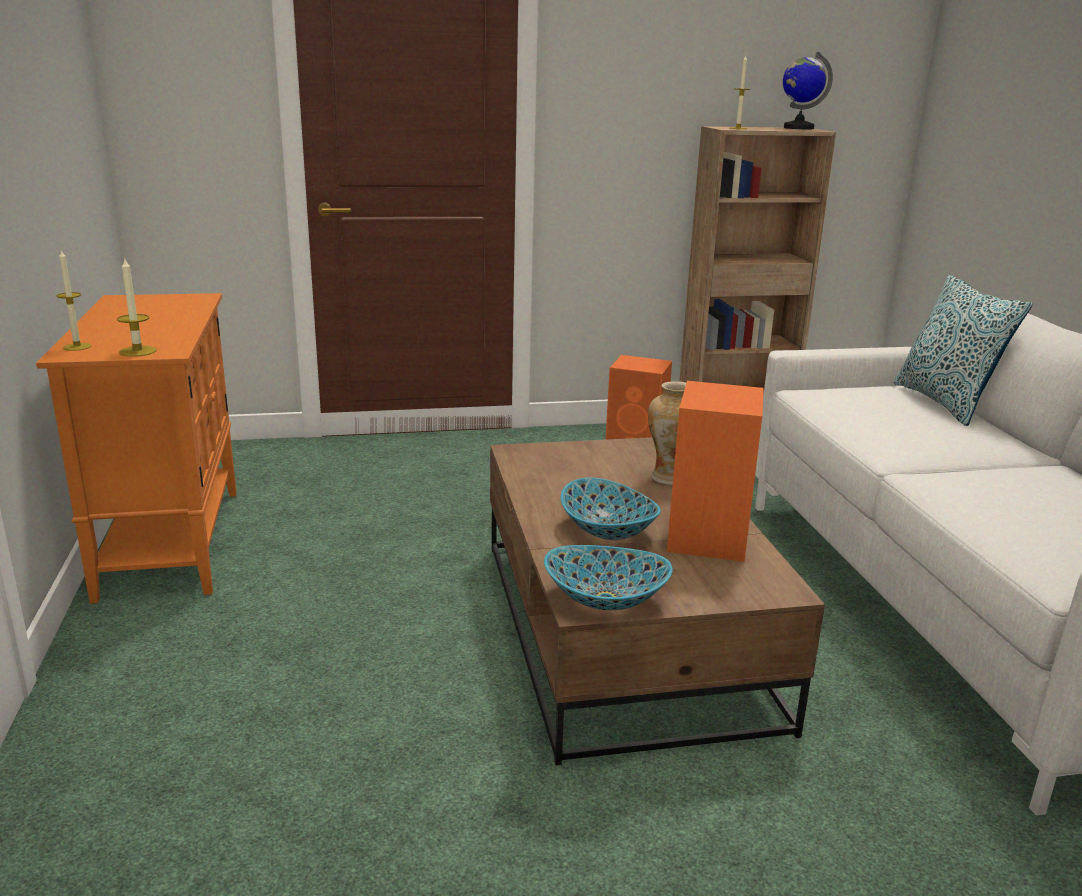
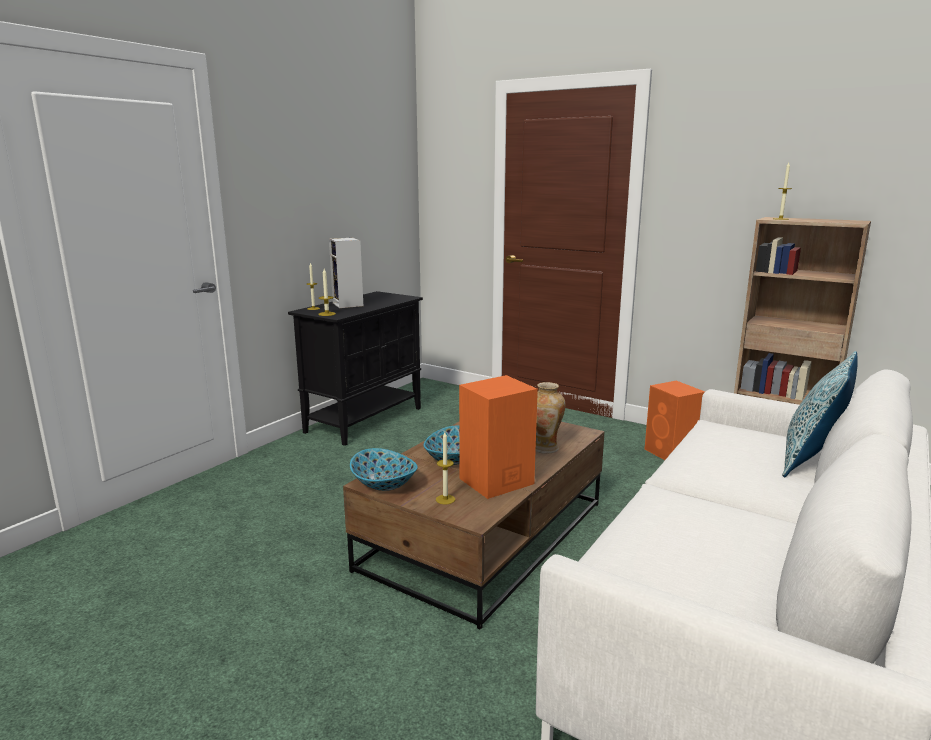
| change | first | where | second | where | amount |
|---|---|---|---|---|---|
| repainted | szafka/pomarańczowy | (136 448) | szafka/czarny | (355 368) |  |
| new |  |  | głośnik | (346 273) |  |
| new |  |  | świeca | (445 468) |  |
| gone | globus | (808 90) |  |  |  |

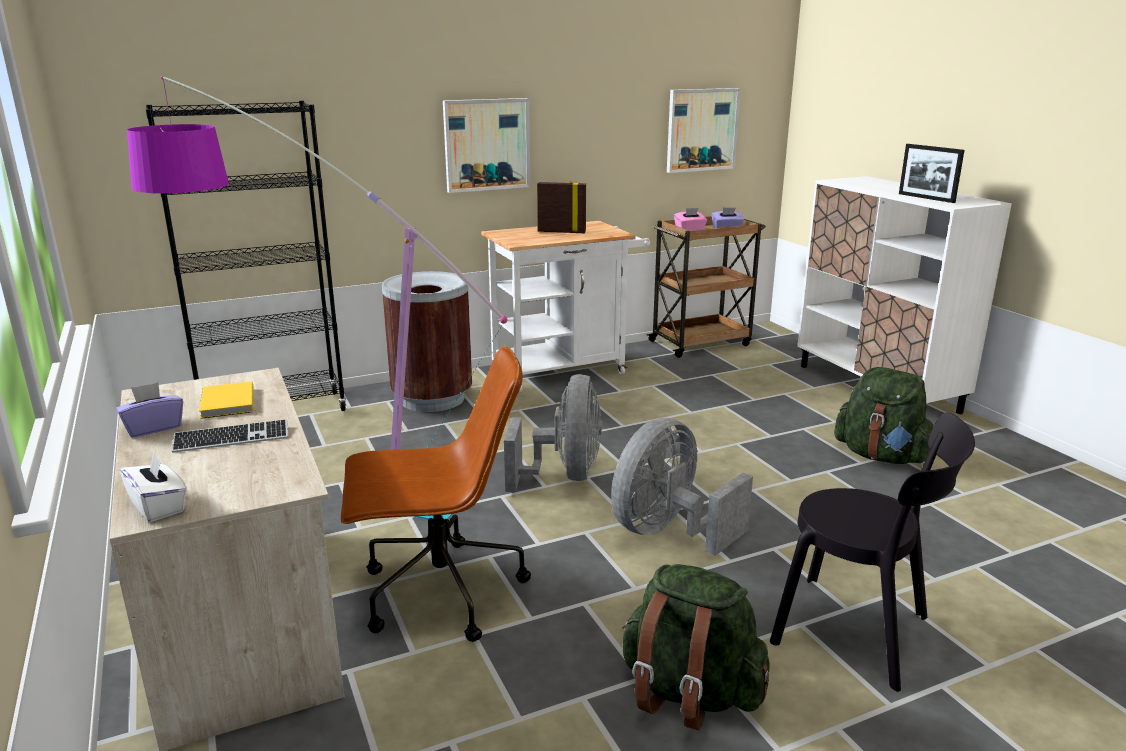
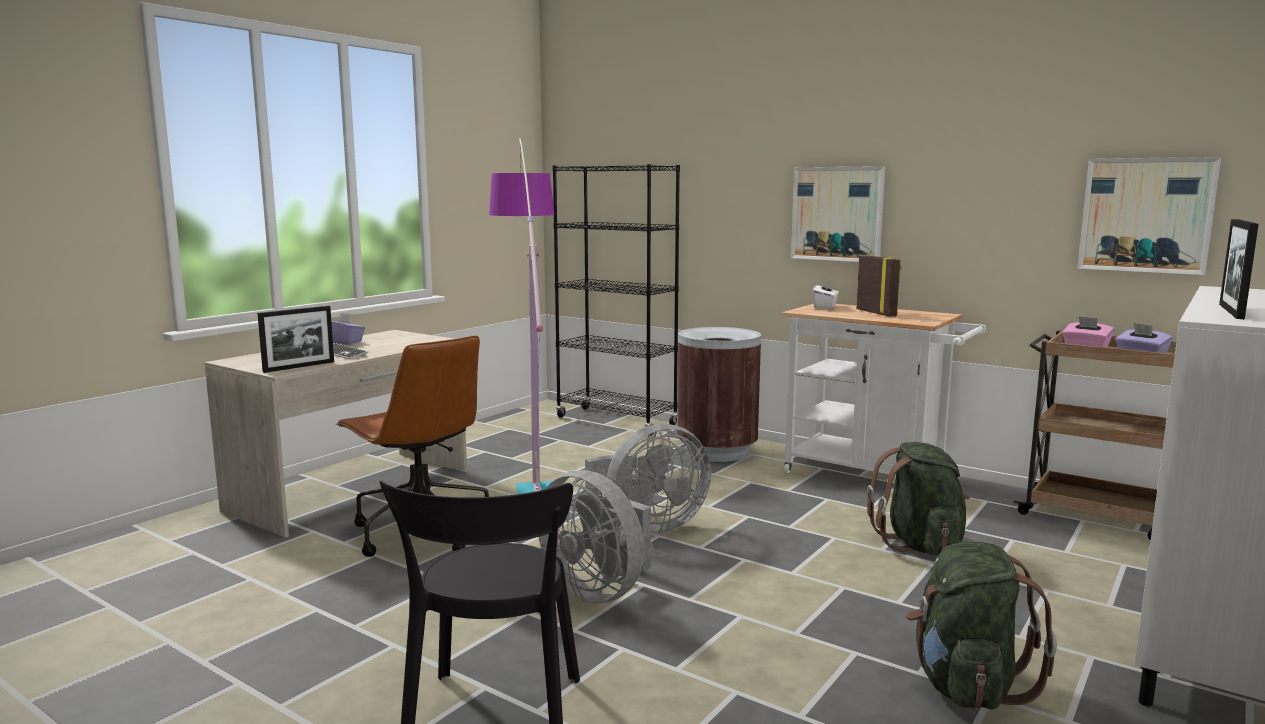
| change | first | where | second | where | amount |
|---|---|---|---|---|---|
| new |  |  | ramka na zdjęcie | (295 339) |  |
| rotated | wentylator/szary | (682 487) |  | (595 537) | 150 degrees counterclockwise |
| shifted | pudełko chusteczek/biały | (153 486) |  | (826 294) |  |
| shifted | plecak/zielony | (696 647) |  | (918 499) |  |
| gone | książka/żółty | (226 400) |  |  |  |

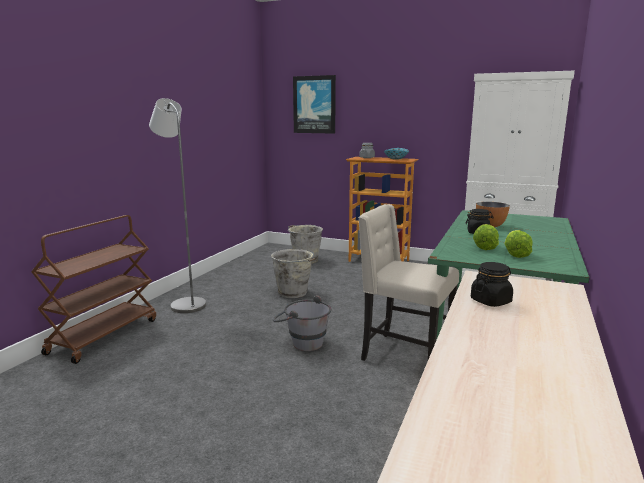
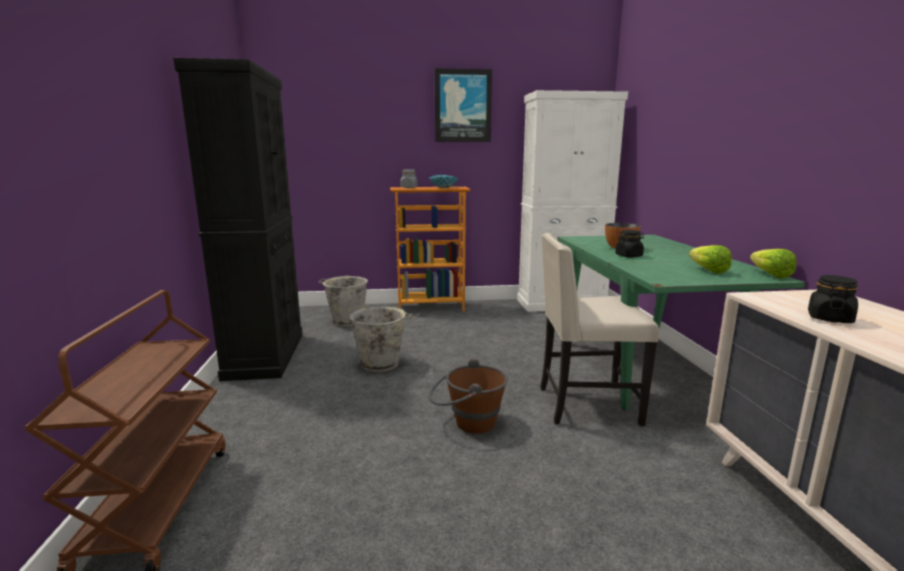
| change | first | where | second | where | amount |
|---|---|---|---|---|---|
| new |  |  | szafka/czarny | (238 219) |  |
| repainted | wiadro/szary | (301 323) | wiadro/brązowy | (468 396) |  |
| shifted | obraz | (314 104) |  | (463 105) |  |
| shifted | sałata | (486 237) |  | (773 264) |  |
| gone | lampa stojąca/szary | (177 205) |  |  |  |

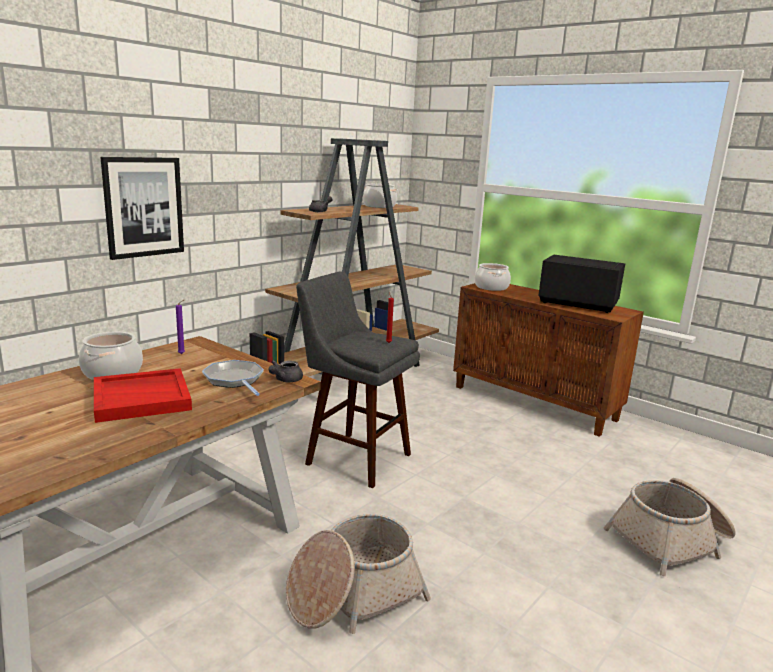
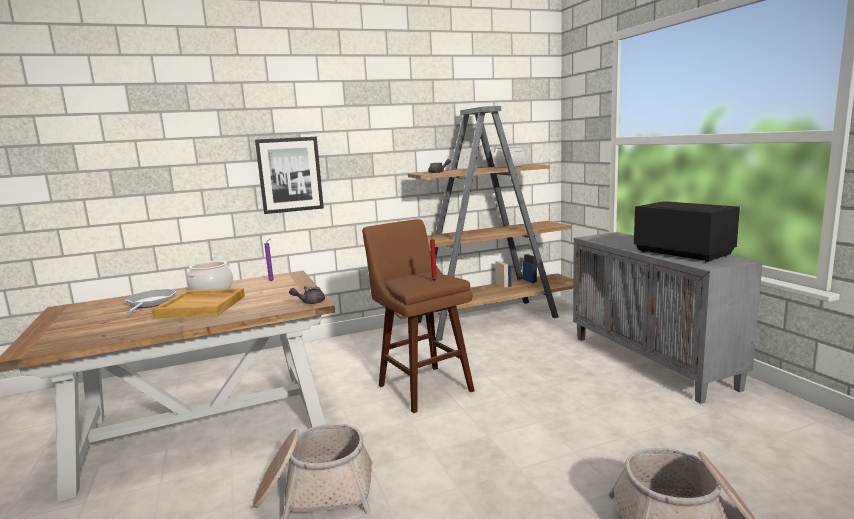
| change | first | where | second | where | amount |
|---|---|---|---|---|---|
| shifted | patelnia | (233 378) |  | (151 301) |  |
| repainted | taca/czerwony | (143 395) | taca/beżowy | (198 303) |  |
| repainted | stołek/szary | (358 379) | stołek/brązowy | (418 316) |  |
| repainted | szafka/brązowy | (548 360) | szafka/szary | (668 318) |  |
| gone | garnek | (493 277) |  |  |  |

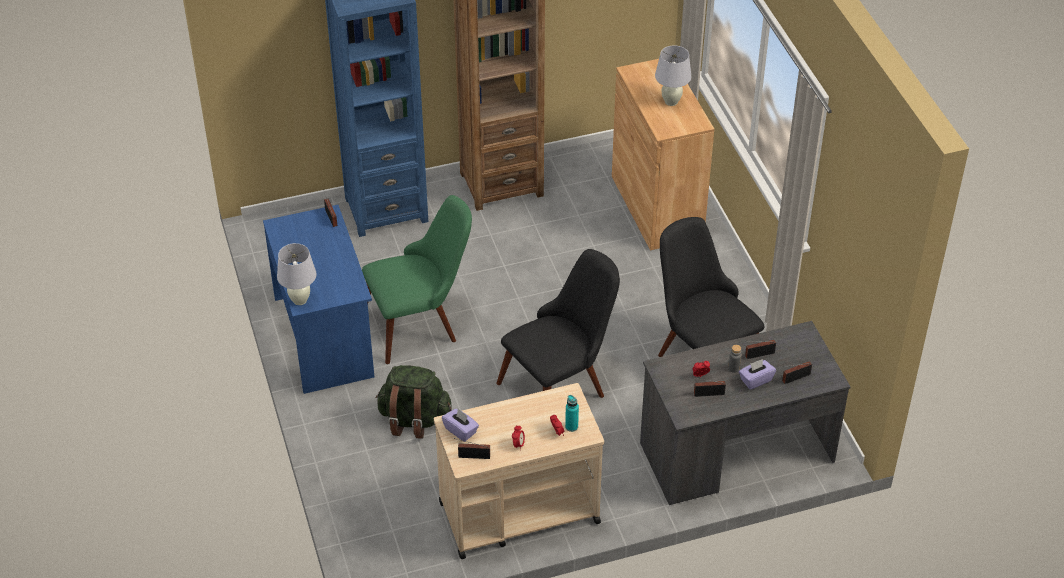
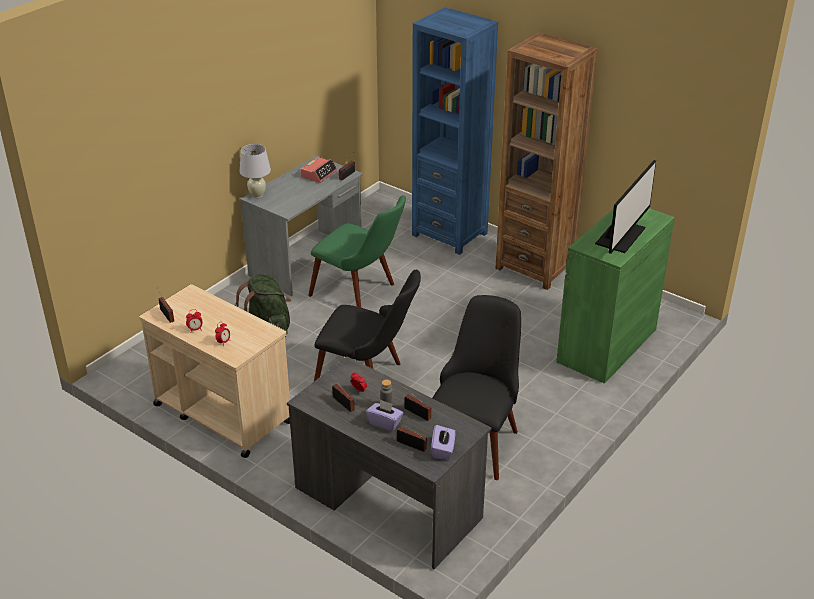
| change | first | where | second | where | amount |
|---|---|---|---|---|---|
| repainted | biurko/niebieski | (318 299) | biurko/szary | (301 225) |  |
| new |  |  | budzik | (318 170) |  |
| shifted | pudełko chusteczek/fioletowy | (460 425) |  | (443 442) |  |
| repainted | szafka/brązowy | (663 154) | szafka/zielony | (615 296) |  |
| swapped | lampa stołowa/biały | (673 75) | monitor | (625 207) |  |
| gone | butelka/turkusowy | (572 413) |  |  |  |

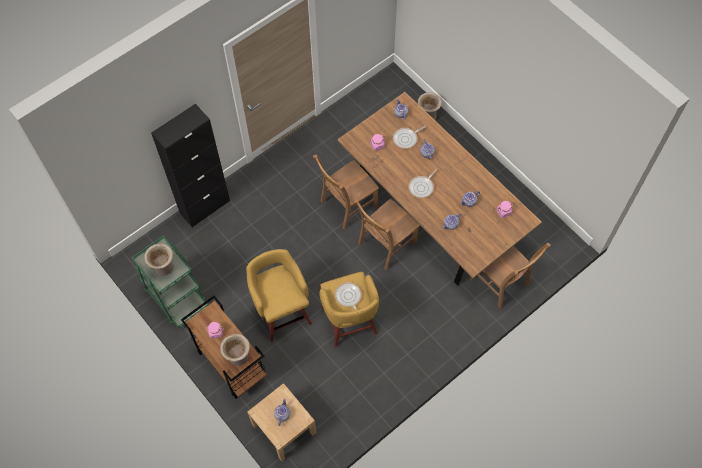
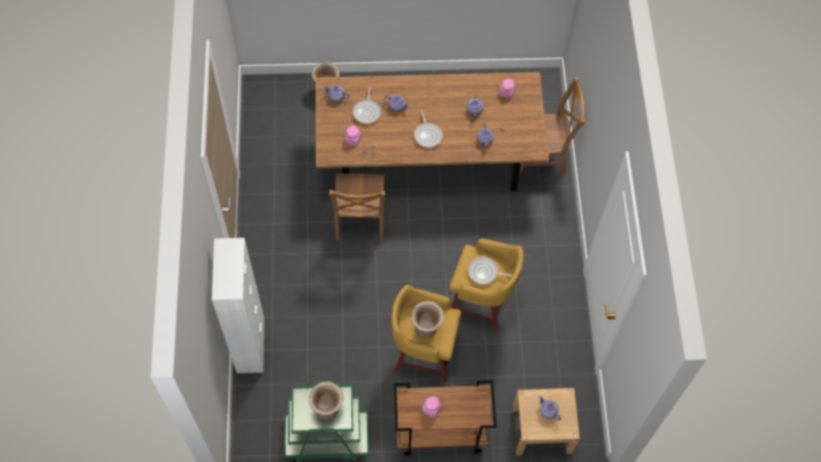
| change | first | where | second | where | amount |
|---|---|---|---|---|---|
| repainted | szafka/czarny | (190 166) | szafka/biały | (238 305) |  |
| shifted | wazon/beżowy | (235 350) |  | (427 319) |  |
| gone | krzesło/brązowy | (387 234) |  |  |  |

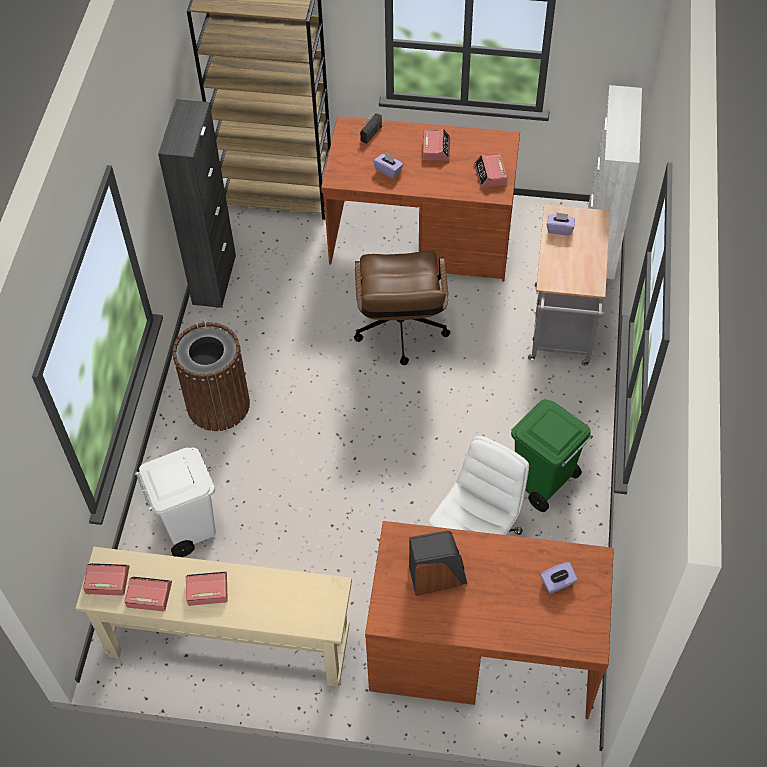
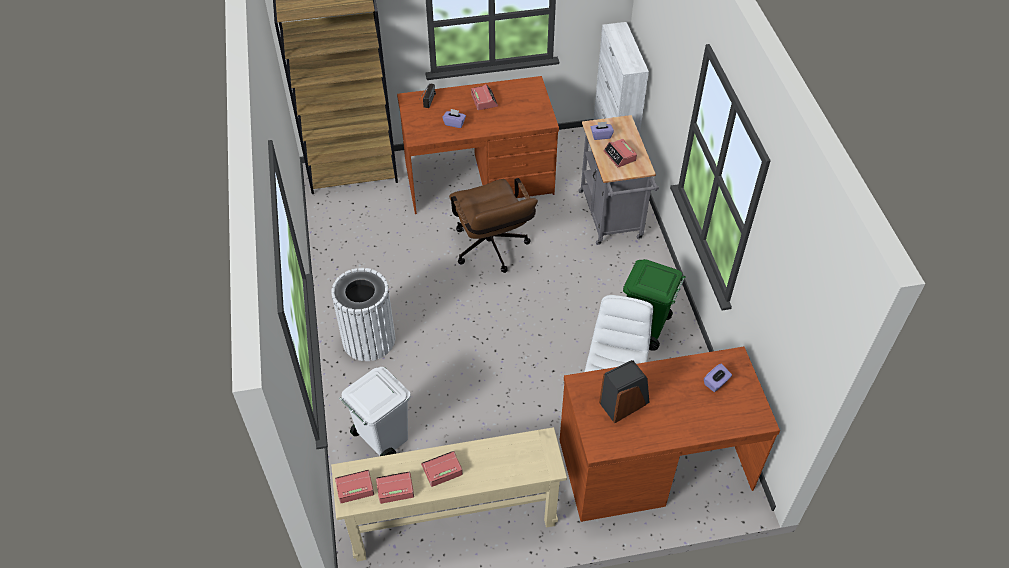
| change | first | where | second | where | amount |
|---|---|---|---|---|---|
| repainted | kosz na śmieci/brązowy | (211 376) | kosz na śmieci/biały | (363 314) |  |
| shifted | budzik | (490 171) |  | (620 153) |  |
| gone | szafka/czarny | (197 203) |  |  |  |

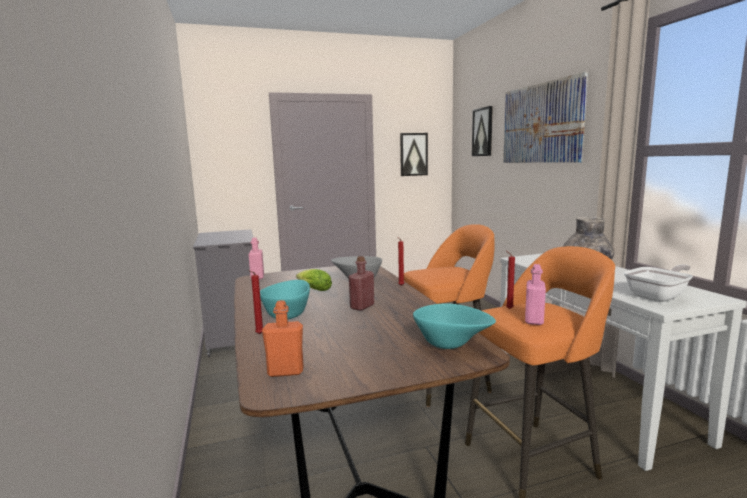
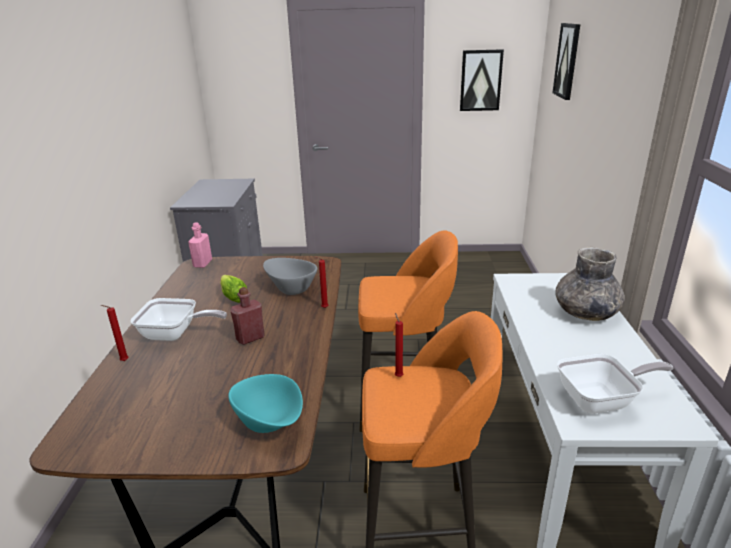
| change | first | where | second | where | amount |
|---|---|---|---|---|---|
| swapped | miska/turkusowy | (285 299) | patelnia | (178 319) |  |
| gone | butelka/pomarańczowy | (283 338) |  |  |  |
| gone | obraz | (545 117) |  |  |  |
| gone | butelka/różowy | (535 294) |  |  |  |

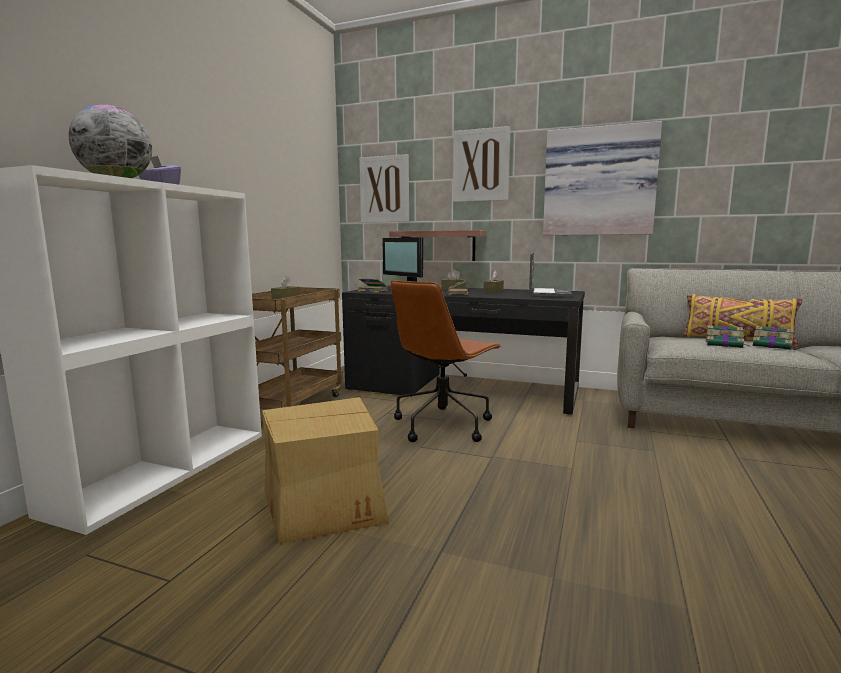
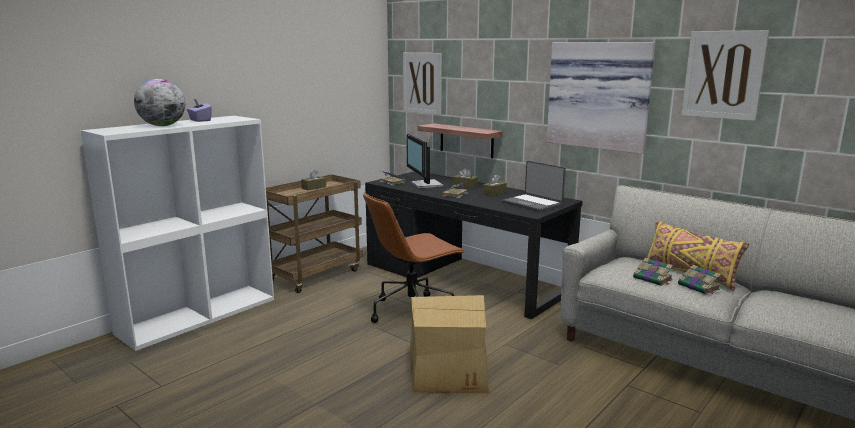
| change | first | where | second | where | amount |
|---|---|---|---|---|---|
| shifted | karton | (325 470) |  | (449 344) |  |
| rotated | laptop | (550 275) |  | (534 186) | 105 degrees clockwise |
| shifted | obraz | (482 164) |  | (725 75) |  |

